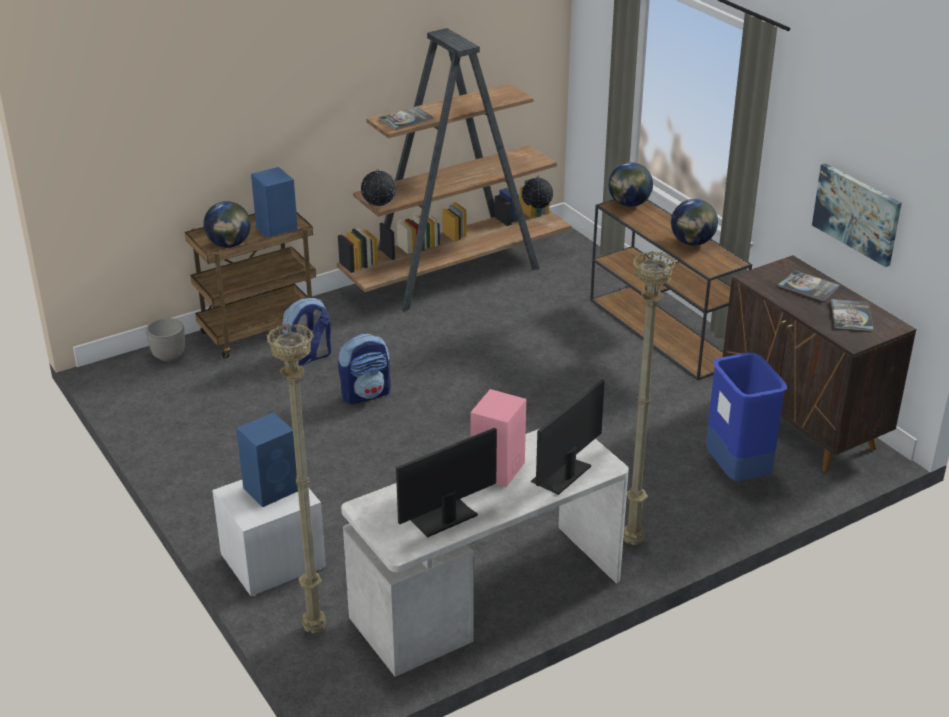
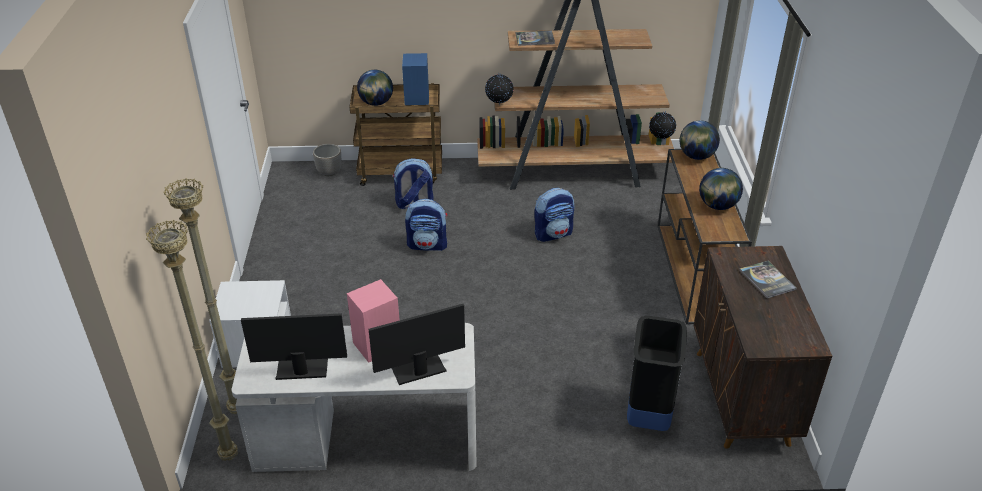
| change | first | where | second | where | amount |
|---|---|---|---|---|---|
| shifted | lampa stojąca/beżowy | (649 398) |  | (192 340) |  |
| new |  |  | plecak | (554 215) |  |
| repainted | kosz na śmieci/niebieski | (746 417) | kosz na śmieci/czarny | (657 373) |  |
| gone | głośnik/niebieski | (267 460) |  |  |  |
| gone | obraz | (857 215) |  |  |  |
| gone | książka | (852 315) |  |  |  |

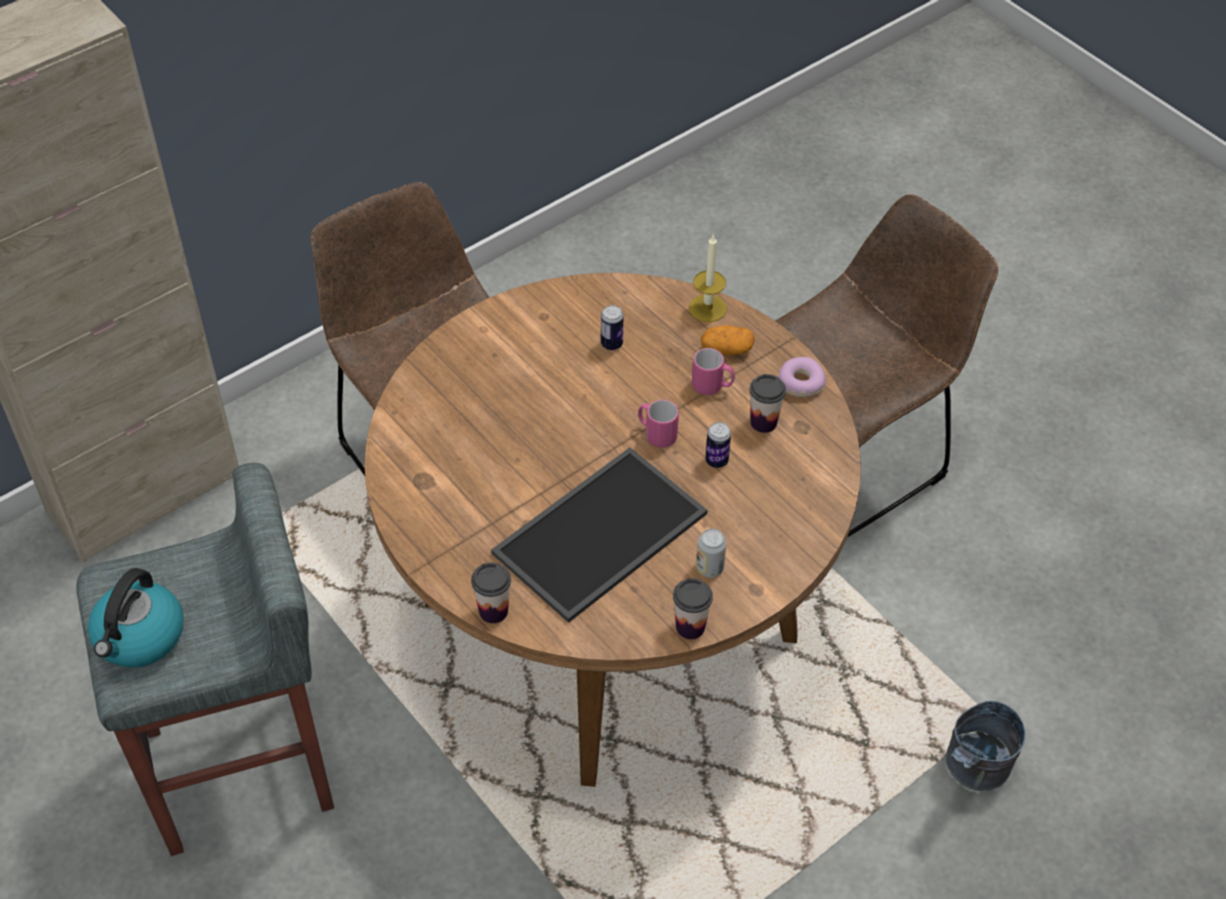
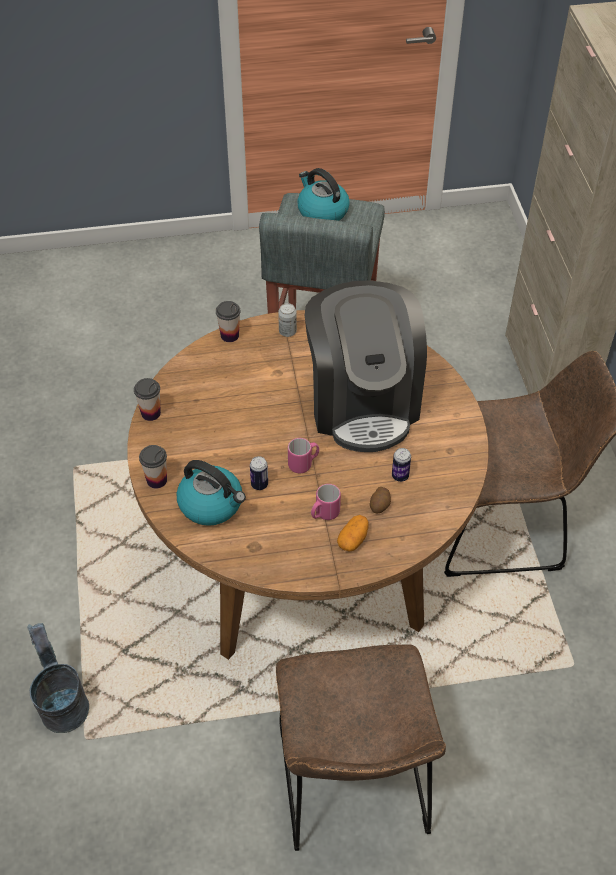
| change | first | where | second | where | amount |
|---|---|---|---|---|---|
| shifted | filiżanka | (768 403) |  | (153 467) |  |
| new |  |  | czajnik | (211 493) |  |
| shifted | puszka | (711 553) |  | (287 320) |  |
| new |  |  | ekspres do kawy | (366 366) |  |
| new |  |  | ziemniak | (380 500) |  |
| gone | taca | (599 535) |  |  |  |
| gone | świeca | (707 278) |  |  |  |
| gone | donut | (802 377) |  |  |  |

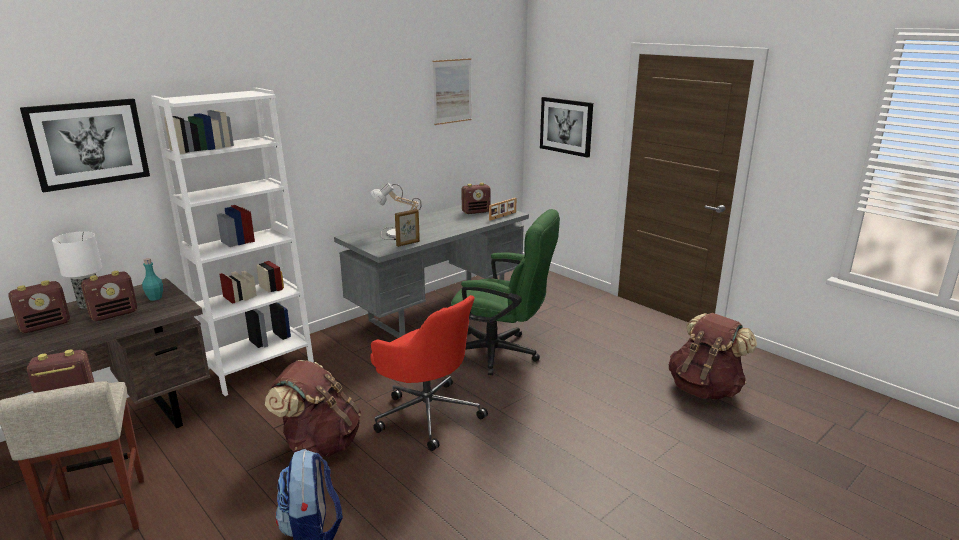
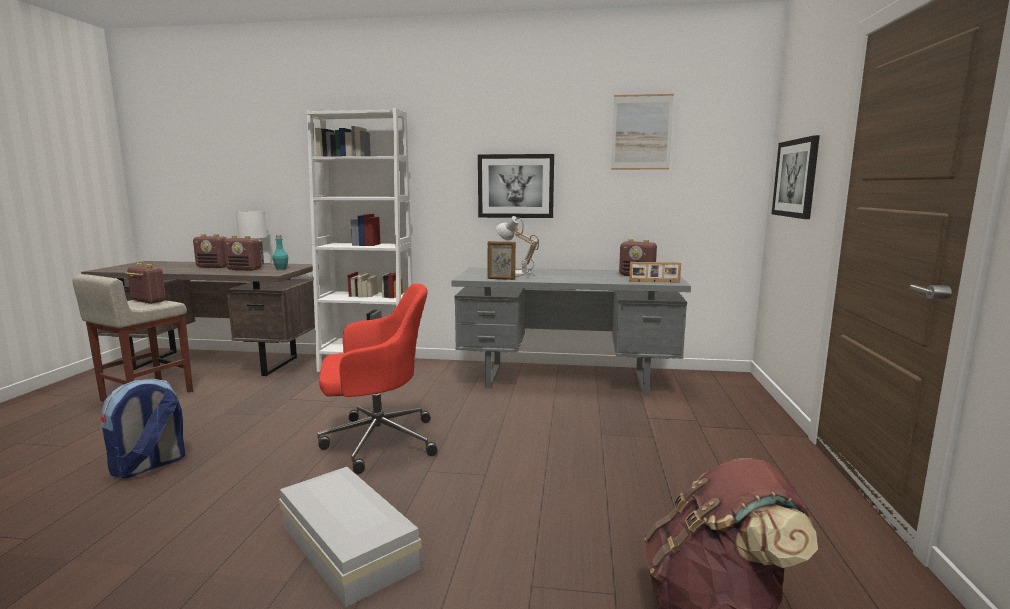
| change | first | where | second | where | amount |
|---|---|---|---|---|---|
| new |  |  | pojemnik do przechowywania/biały | (350 537) |  |
| rotated | krzesło biurowe/czerwony | (429 373) |  | (377 378) | 105 degrees counterclockwise |
| shifted | obraz | (85 146) |  | (516 186) |  |
| gone | plecak/brązowy | (313 408) |  |  |  |
| gone | krzesło biurowe/zielony | (505 292) |  |  |  |

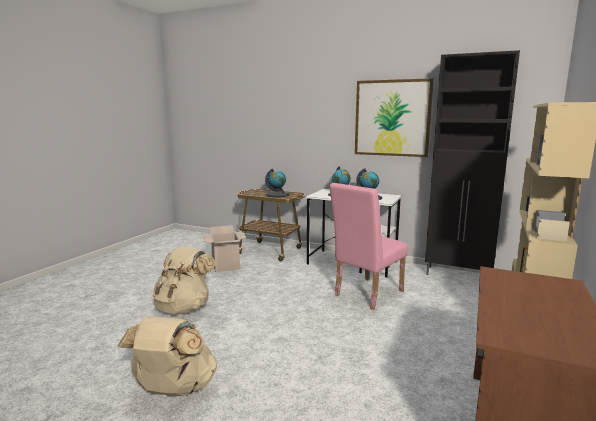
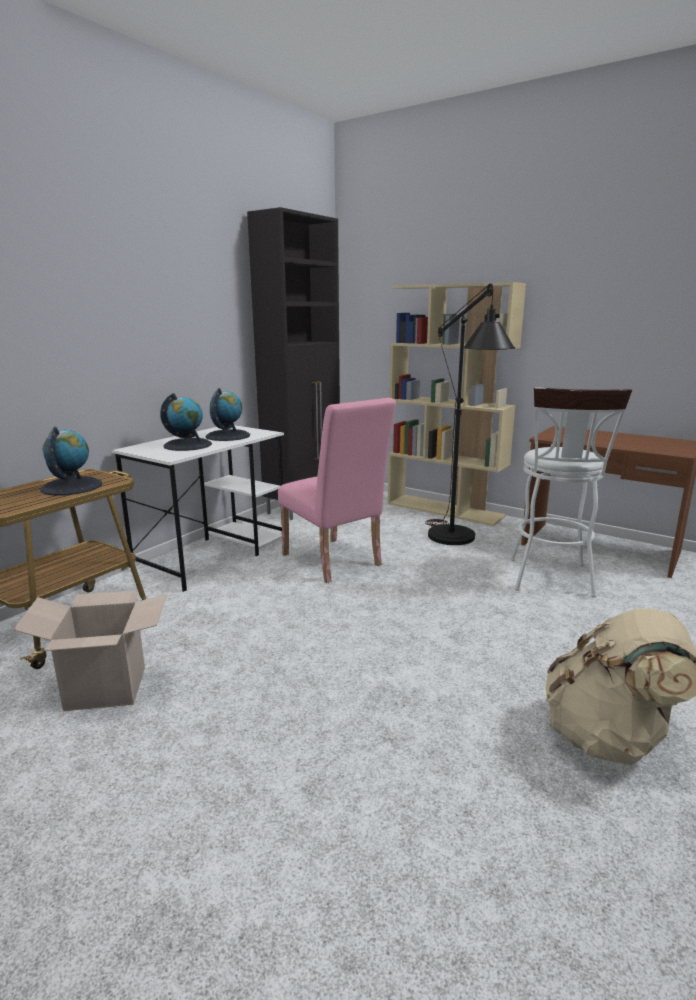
| change | first | where | second | where | amount |
|---|---|---|---|---|---|
| new |  |  | lampa stojąca/czarny | (470 414) |  |
| new |  |  | stołek/biały | (571 492) |  |
| gone | plecak/beżowy | (183 280) |  |  |  |
| gone | obraz | (394 117) |  |  |  |

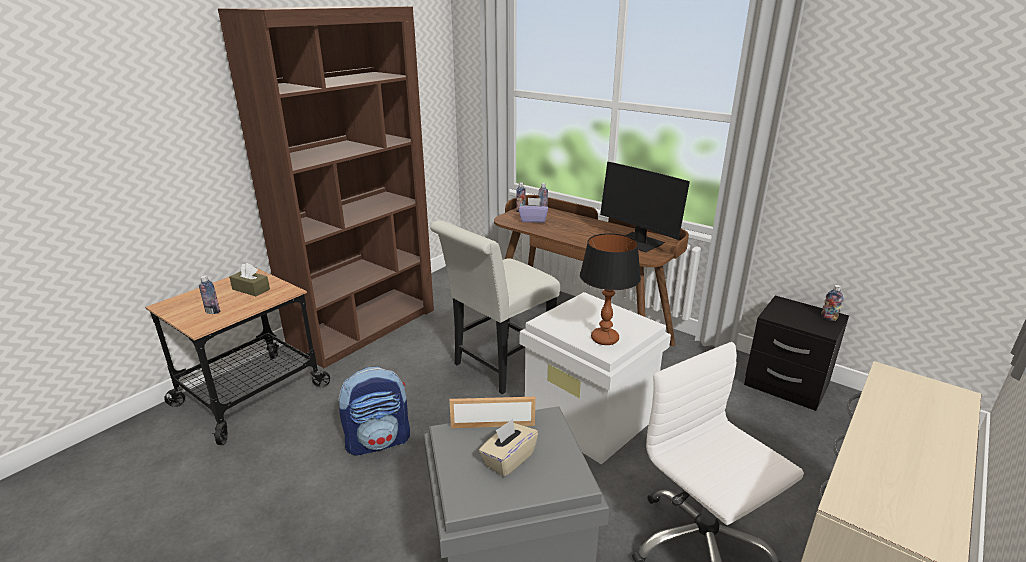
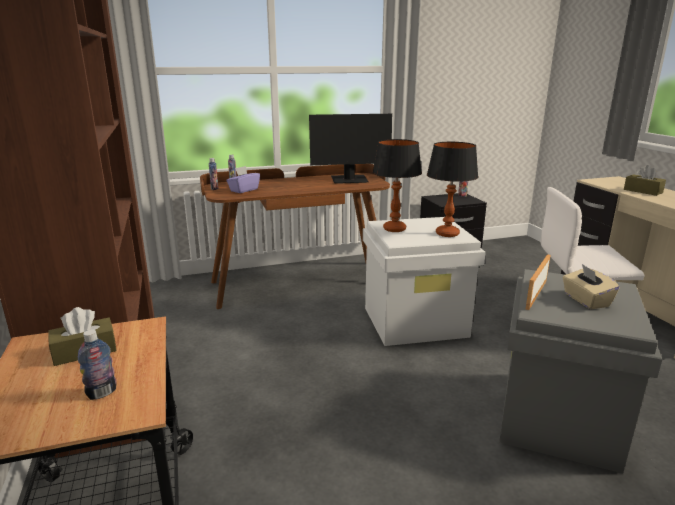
| change | first | where | second | where | amount |
|---|---|---|---|---|---|
| new |  |  | lampa stołowa | (397 185) |  |
| new |  |  | pudełko chusteczek/brązowy | (645 180) |  |
| gone | plecak | (374 410) |  |  |  |
| gone | krzesło/biały | (495 307) |  |  |  |

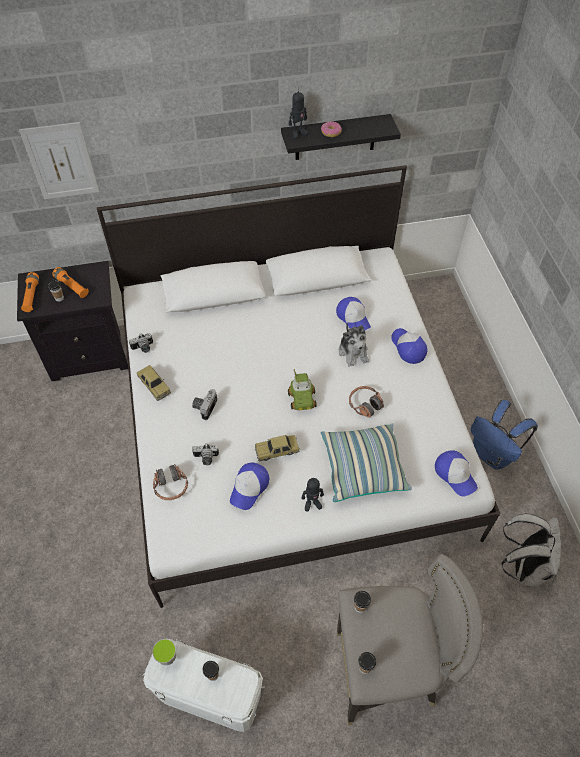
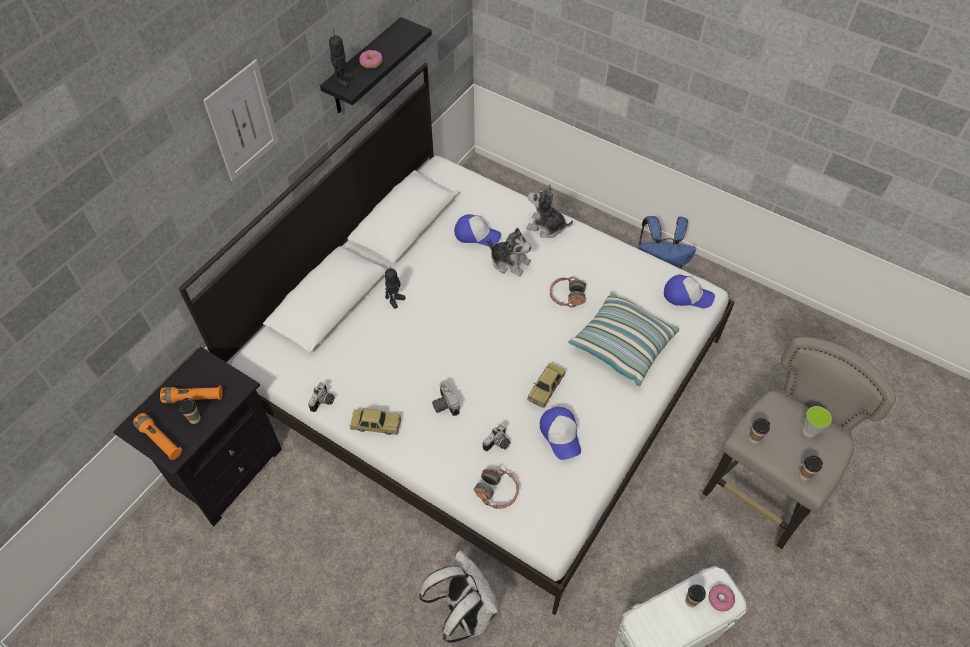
| change | first | where | second | where | amount |
|---|---|---|---|---|---|
| shifted | obraz | (59 160) |  | (241 120) |  |
| shifted | robot zabawkowy | (312 495) |  | (395 287) |  |
| shifted | plecak/biały | (531 550) |  | (460 596) |  |
| swapped | czapka z daszkiem | (409 346) | pluszak | (549 211) |  |
| new |  |  | donut | (721 597) |  |
| shifted | filiżanka | (164 652) |  | (817 422) |  |
| gone | samochodzik | (302 389) |  |  |  |

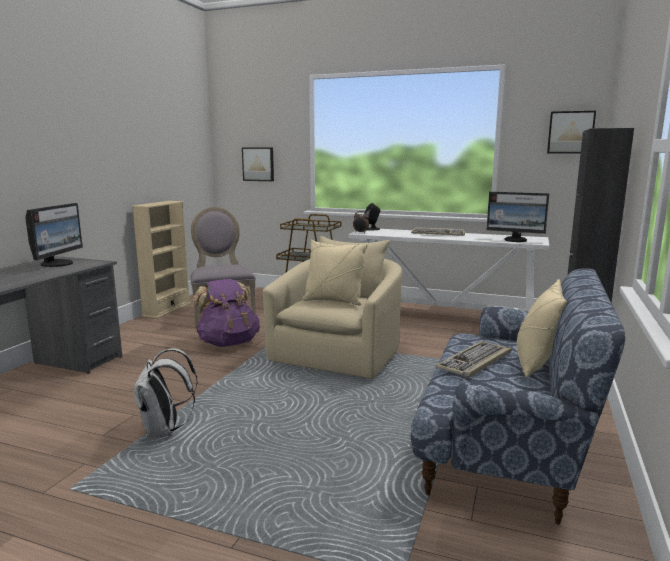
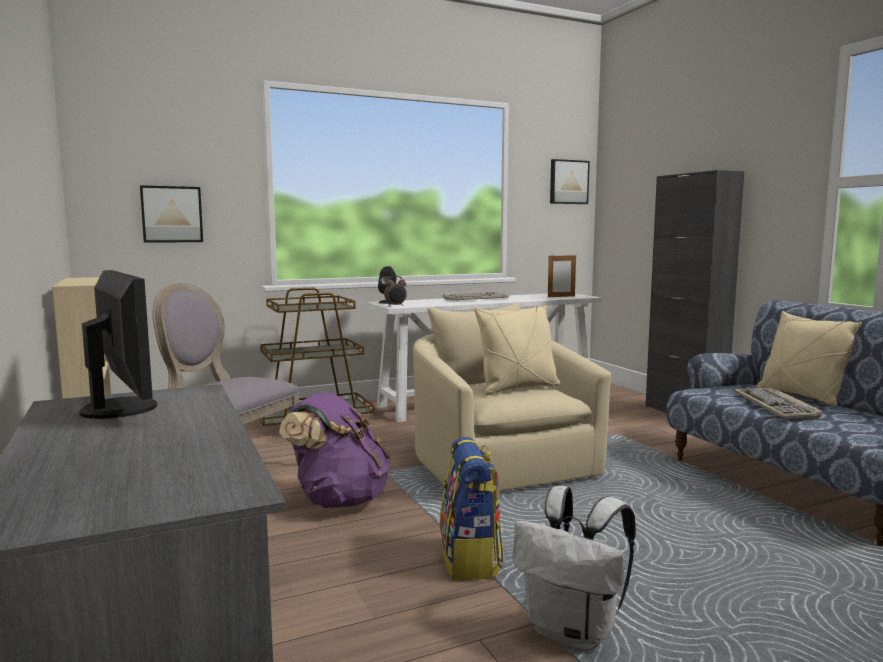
| change | first | where | second | where | amount |
|---|---|---|---|---|---|
| new |  |  | plecak | (471 508) |  |
| swapped | monitor | (518 217) | ramka na zdjęcie | (562 275) |  |

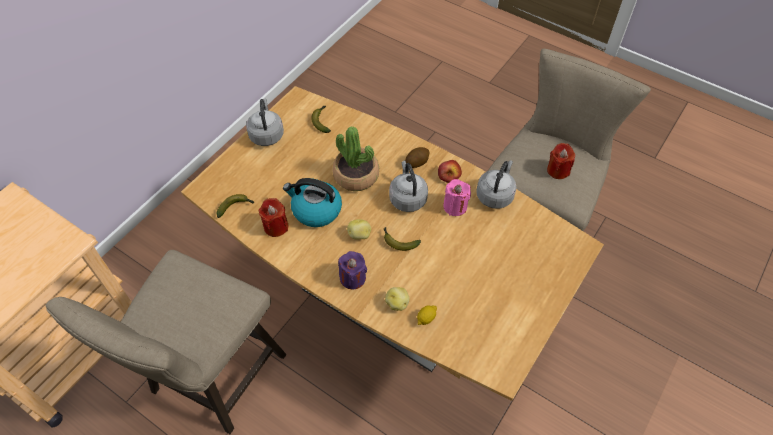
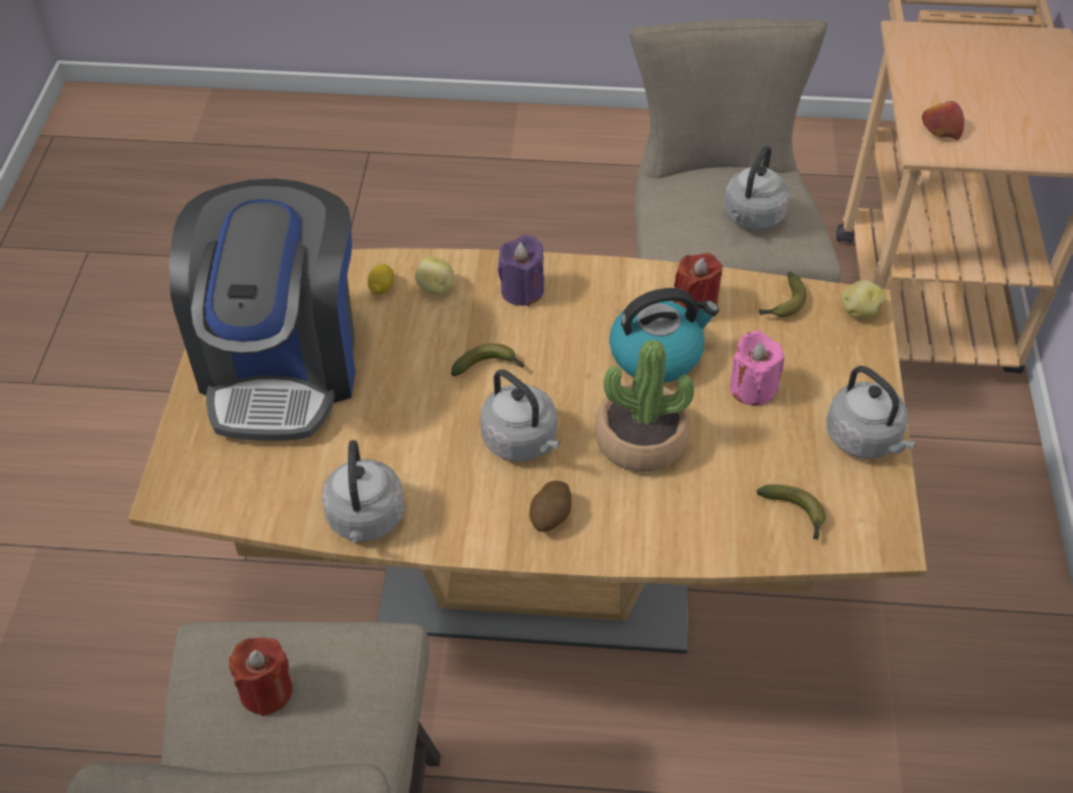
| change | first | where | second | where | amount |
|---|---|---|---|---|---|
| new |  |  | ekspres do kawy | (262 310) |  |
| new |  |  | czajnik/szary | (757 188) |  |
| shifted | świeca/różowy | (457 197) |  | (757 368) |  |
| shifted | ziemniak | (359 229) |  | (863 299) |  |
| shifted | jabłko | (450 171) |  | (943 121) |  |

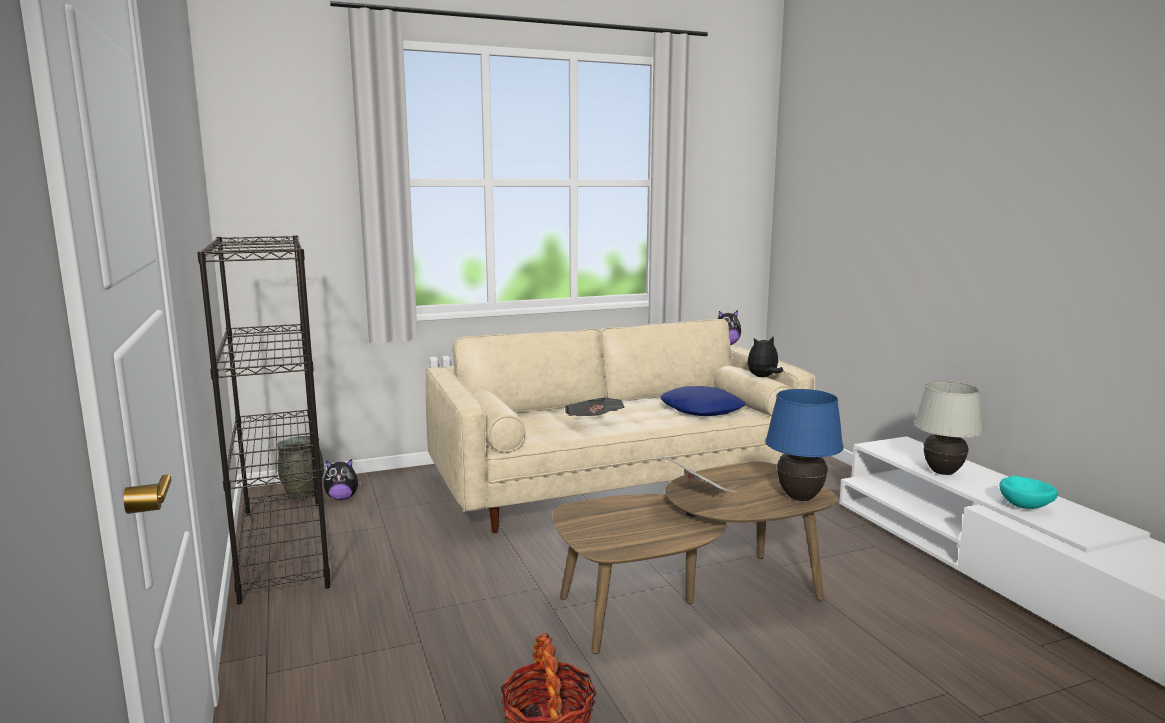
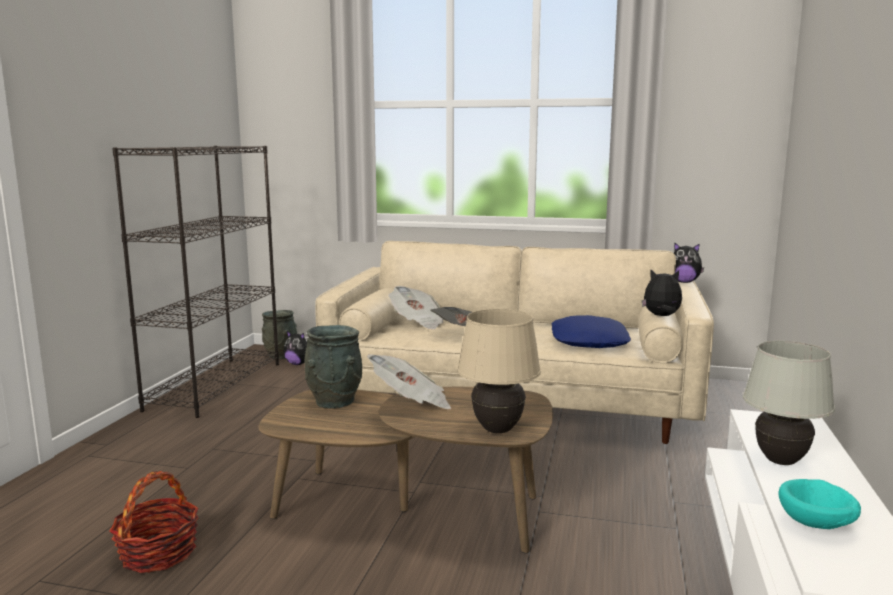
| change | first | where | second | where | amount |
|---|---|---|---|---|---|
| new |  |  | wazon/szary | (333 366) |  |
| new |  |  | gazeta | (416 308) |  |
| repainted | lampa stołowa/niebieski | (804 445) | lampa stołowa/beżowy | (499 371) |  |

